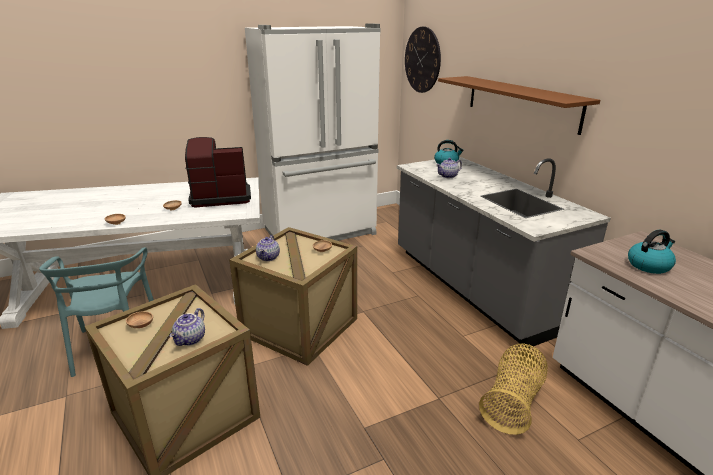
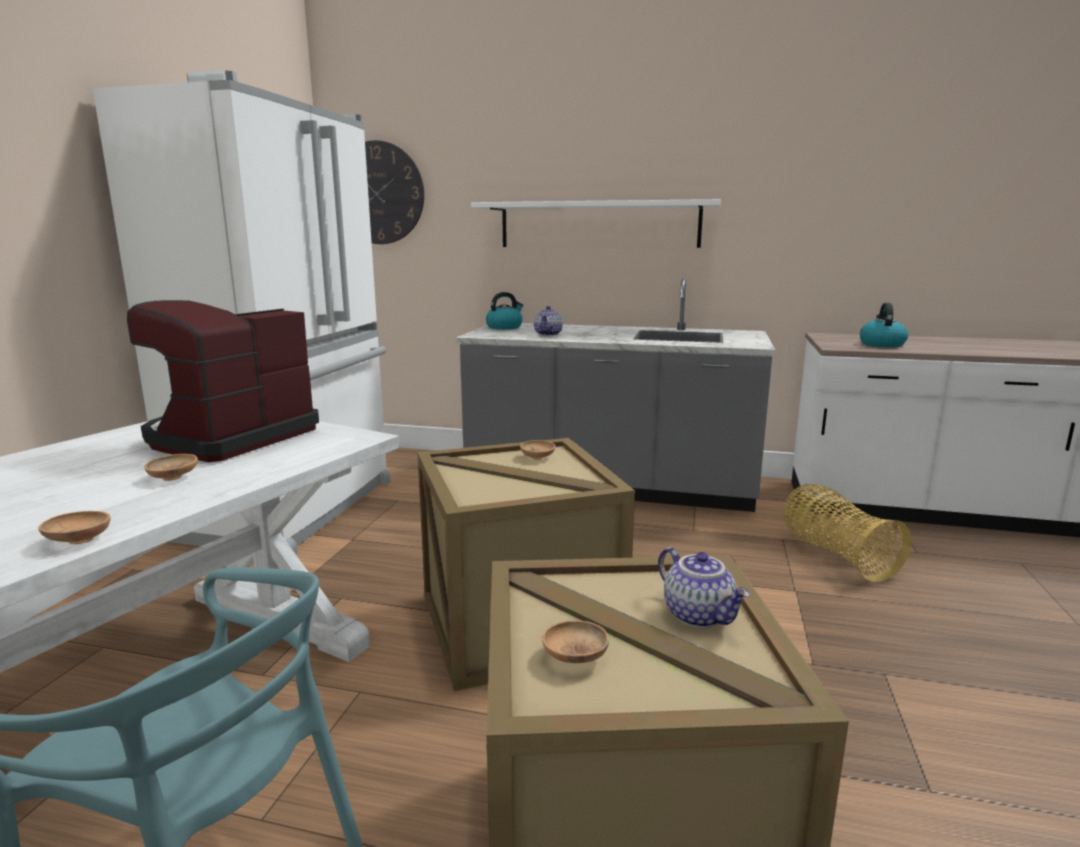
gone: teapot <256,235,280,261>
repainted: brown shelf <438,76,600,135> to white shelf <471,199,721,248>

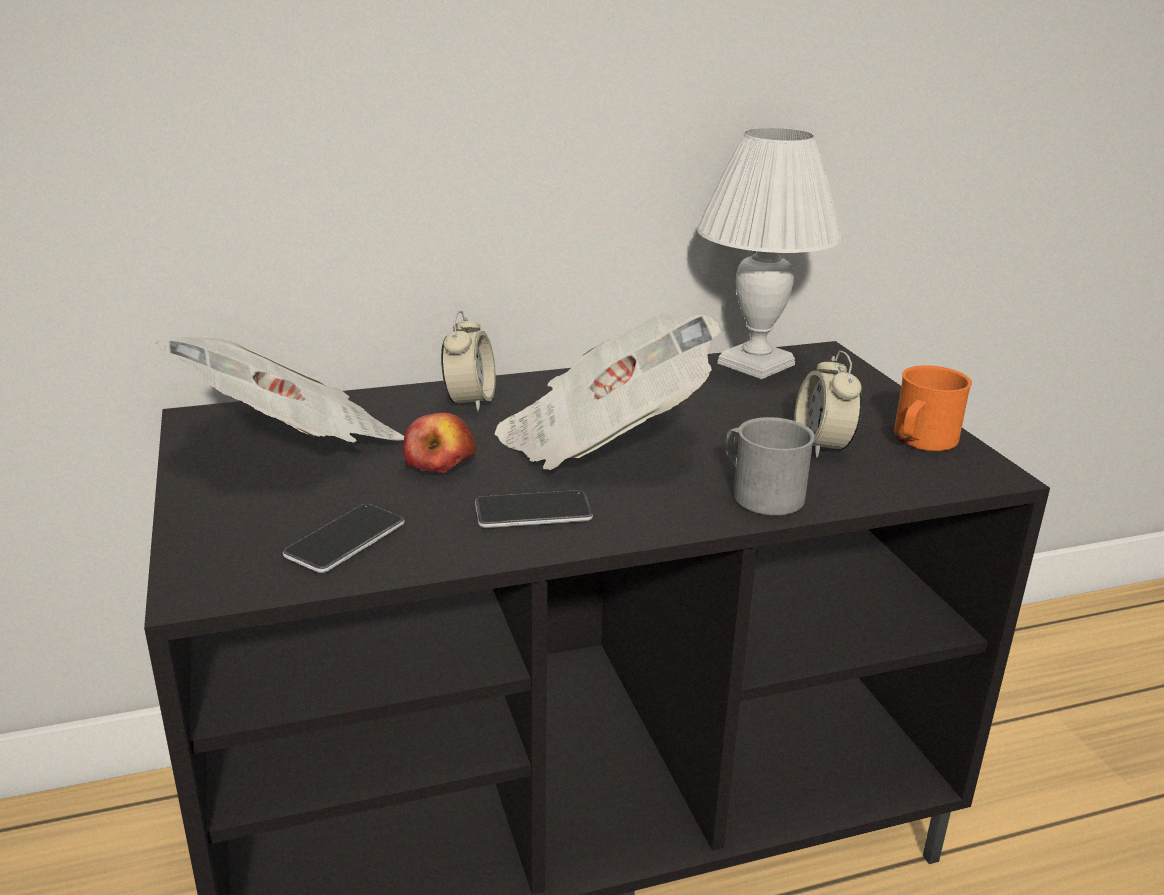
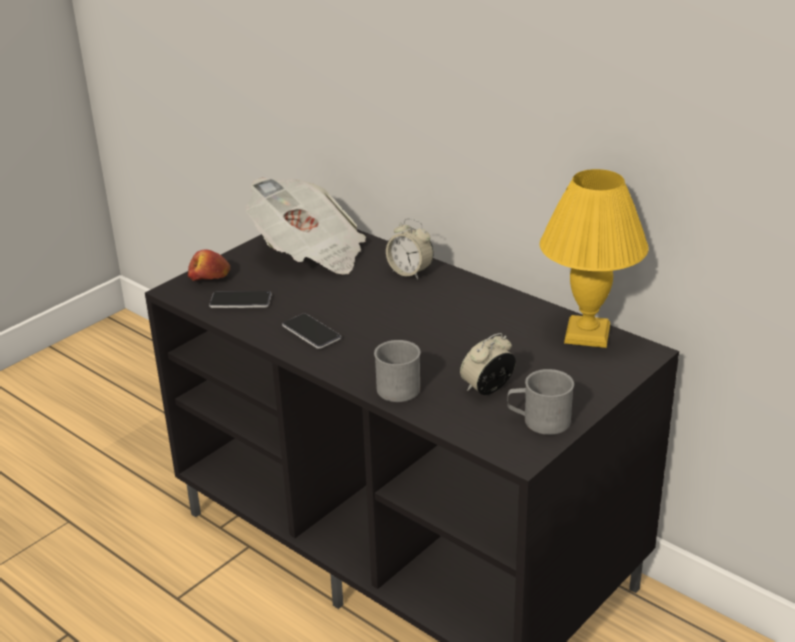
gone: newspaper <495,314,722,470>
shifted: apple <403,413,477,473> to <188,249,230,281>
repainted: white table lamp <697,128,843,379> to yellow table lamp <540,169,649,348>; orange mug <894,365,972,451> to grey mug <507,369,574,435>
rotated: alarm clock <441,311,496,412> = <386,218,433,279> 60 degrees clockwise

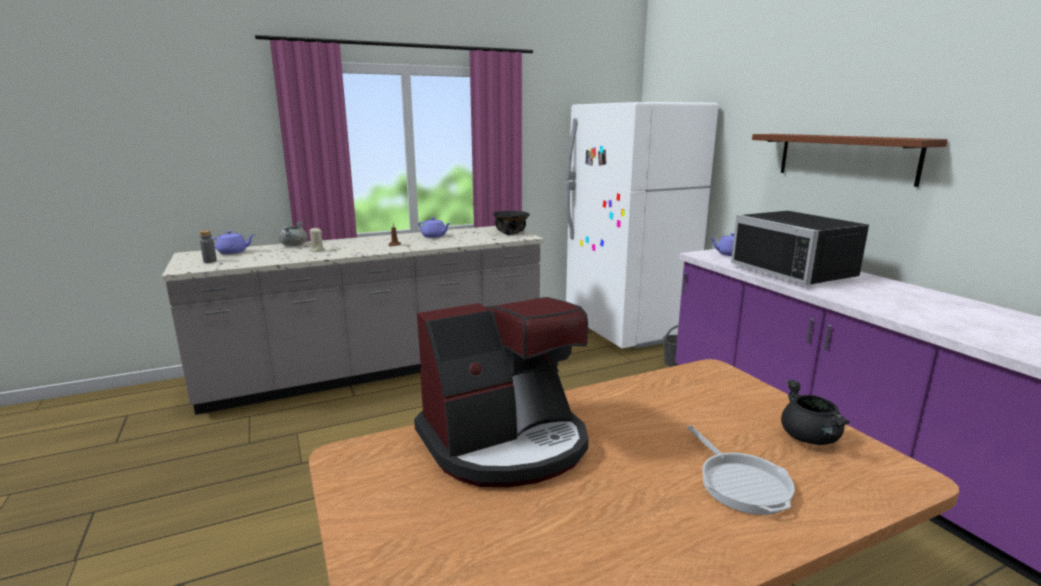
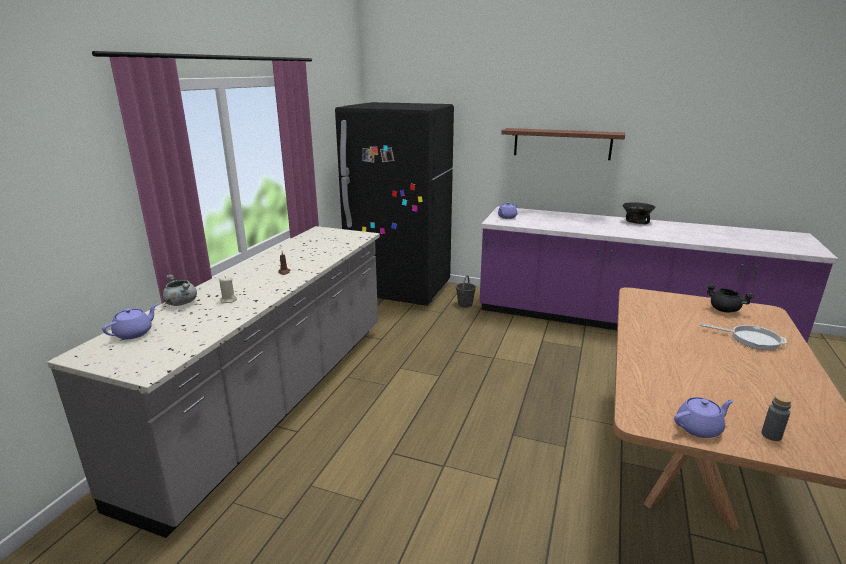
gone: coffee machine <414,297,589,487>; black microwave <731,211,869,285>
shifted: grey bottle <200,230,217,263> to <761,394,792,441>; purple teapot <418,217,451,238> to <674,397,734,438>; black bowl <493,211,530,235> to <622,202,656,224>
repainted: white fridge <565,102,718,349> to black fridge <335,102,454,306>

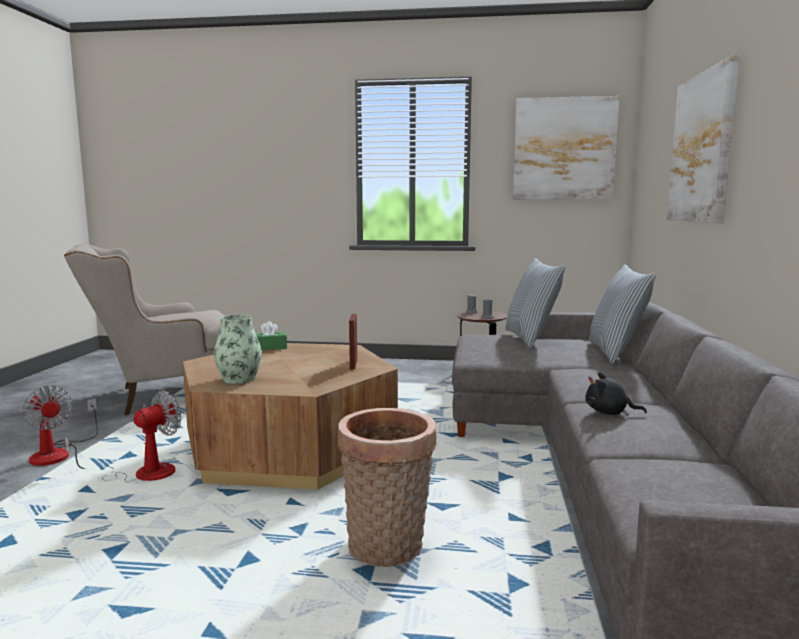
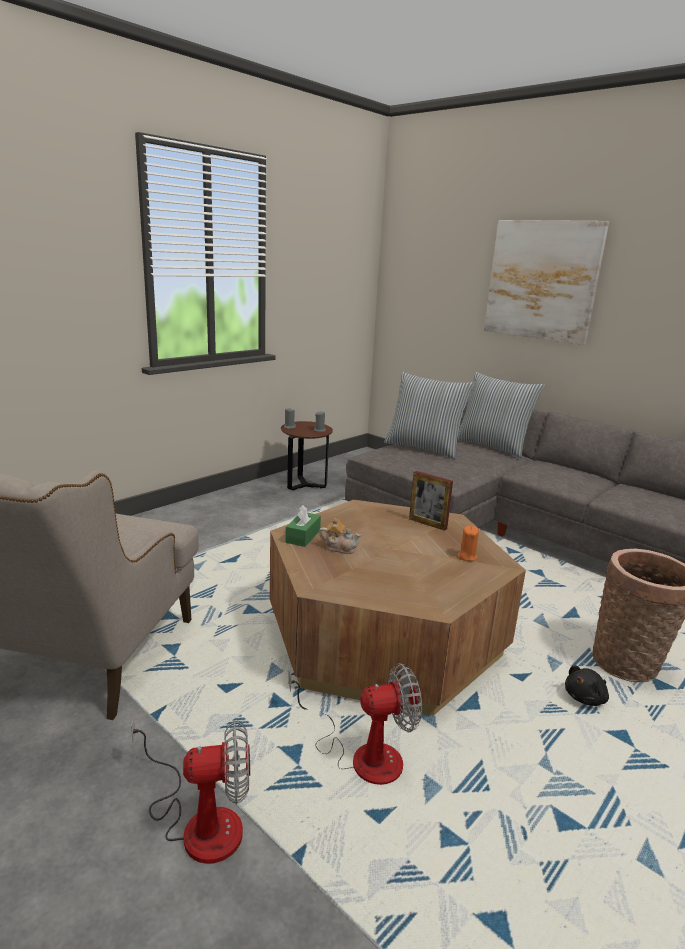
gone: vase <214,315,262,384>; picture <513,96,620,200>
new: teapot <319,518,361,554>; orange candle <457,526,479,561>
shifted: black plush toy <585,372,647,416> to <565,665,609,706>
rotated: fan <64,390,181,482> = <289,663,422,785> 90 degrees clockwise

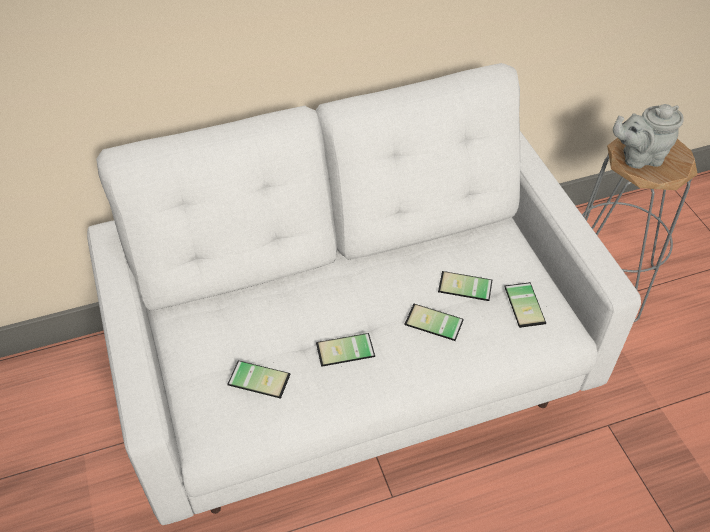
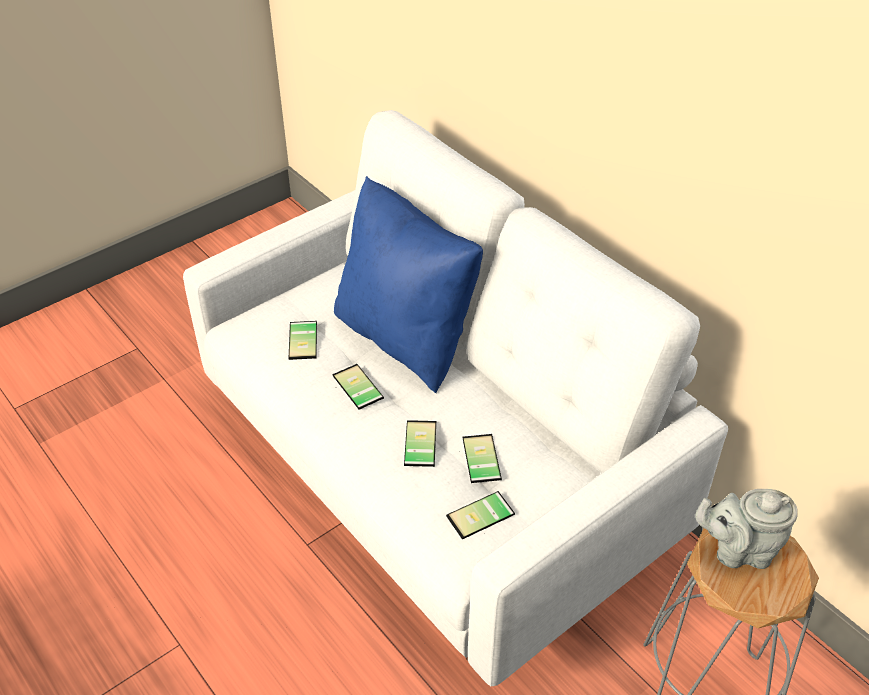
new: blue pillow <334,176,483,393>
rotated: grey teapot <613,104,684,169> = <695,489,797,569> 60 degrees counterclockwise

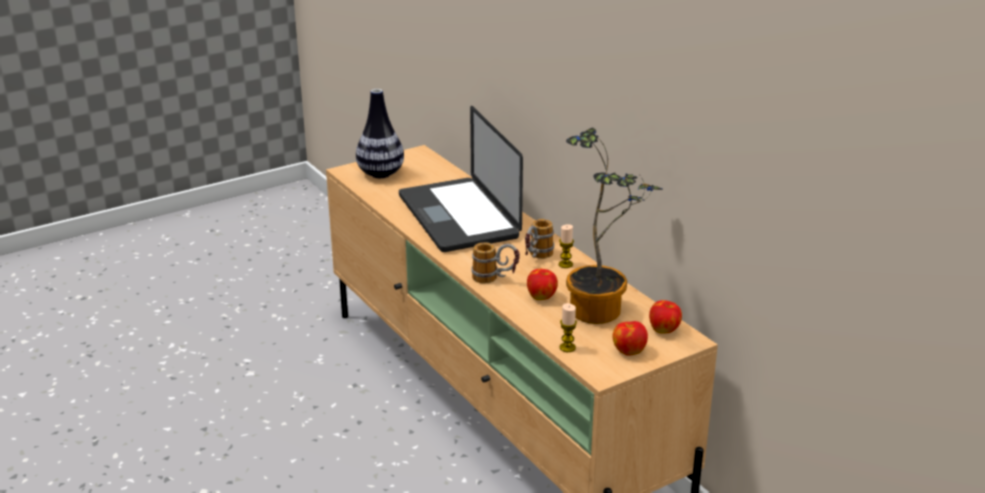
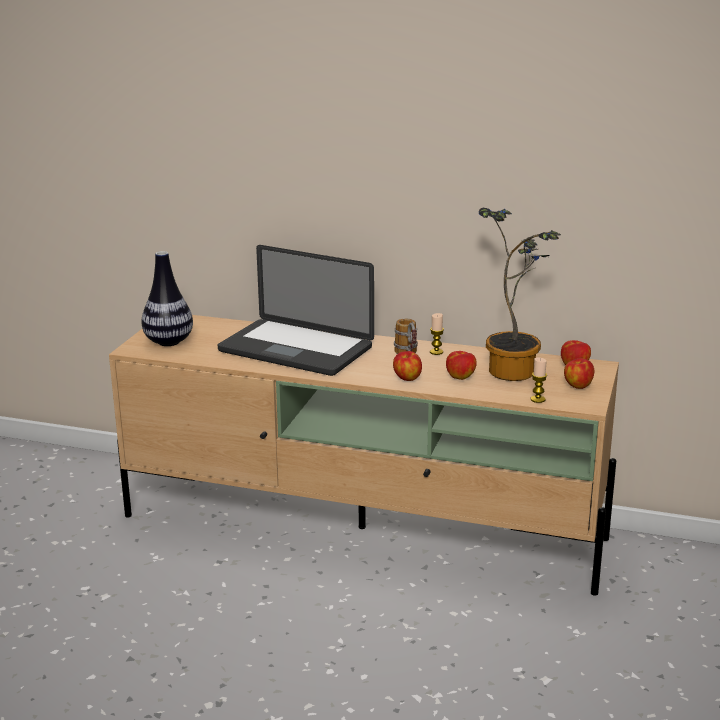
swapped: mug <471,242,520,284> to apple <393,351,422,381>

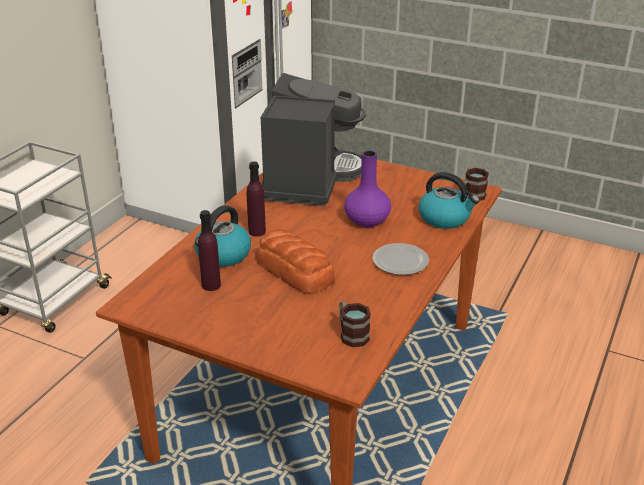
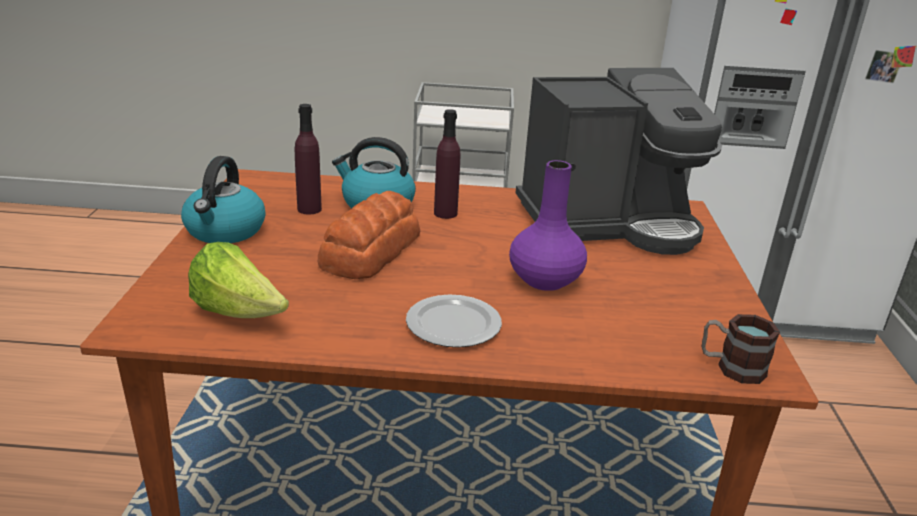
shifted: kettle <419,172,479,229> to <181,156,265,243>
swapped: mug <339,301,371,347> to lettuce <188,242,289,318>

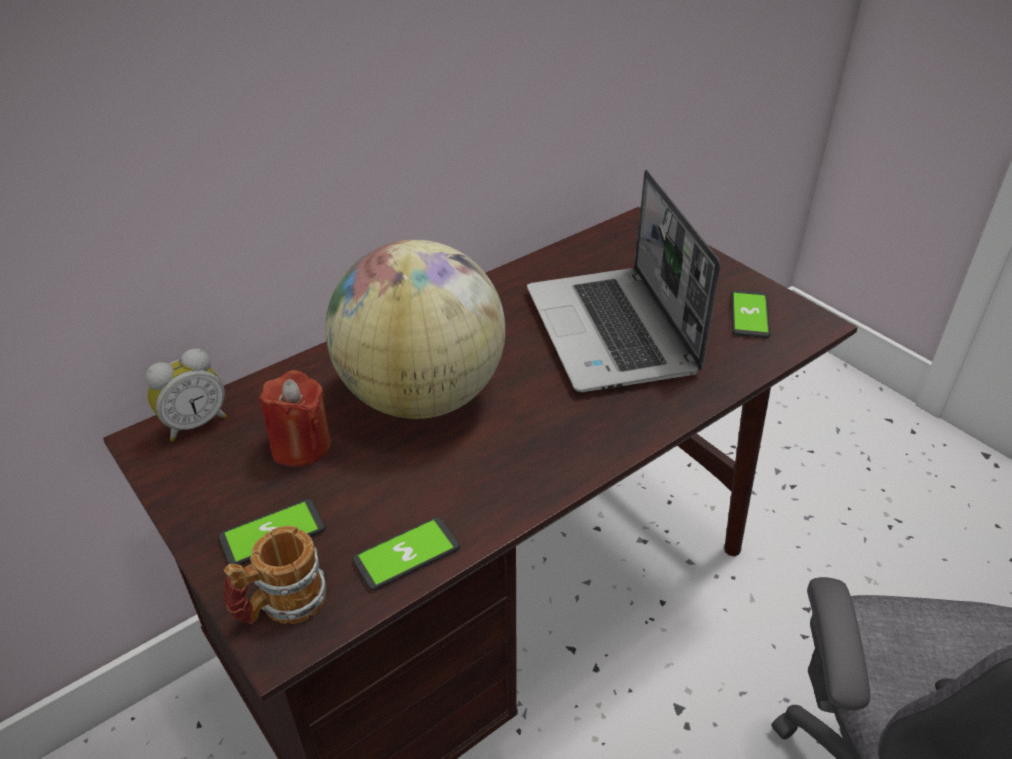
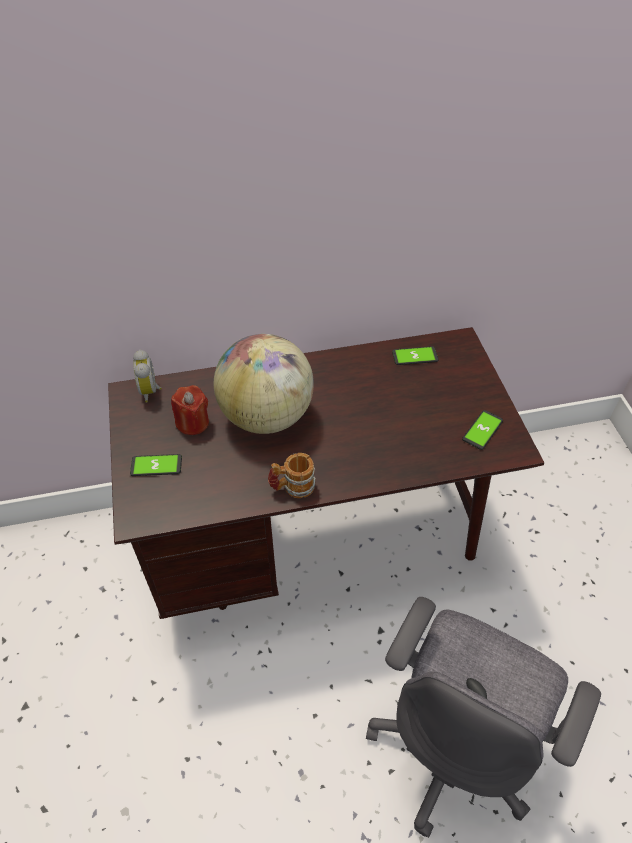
gone: laptop <527,170,720,392>
shifted: mug <224,526,326,624> to <268,453,316,498>; phone <352,517,460,590> to <392,346,439,365>
rotated: alarm clock <145,348,227,441> = <133,350,162,403> 90 degrees clockwise

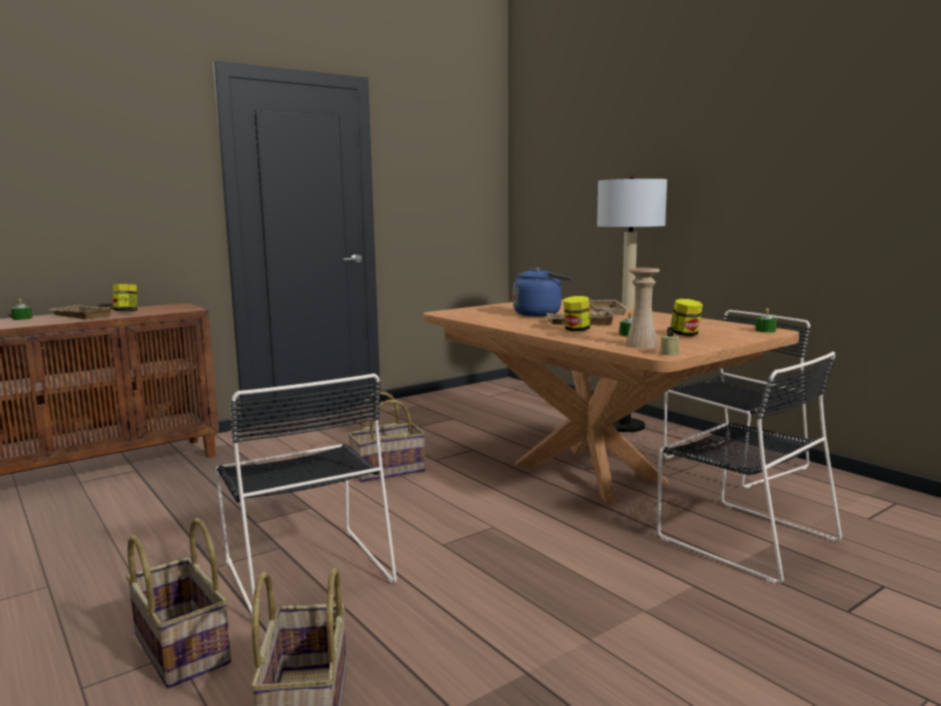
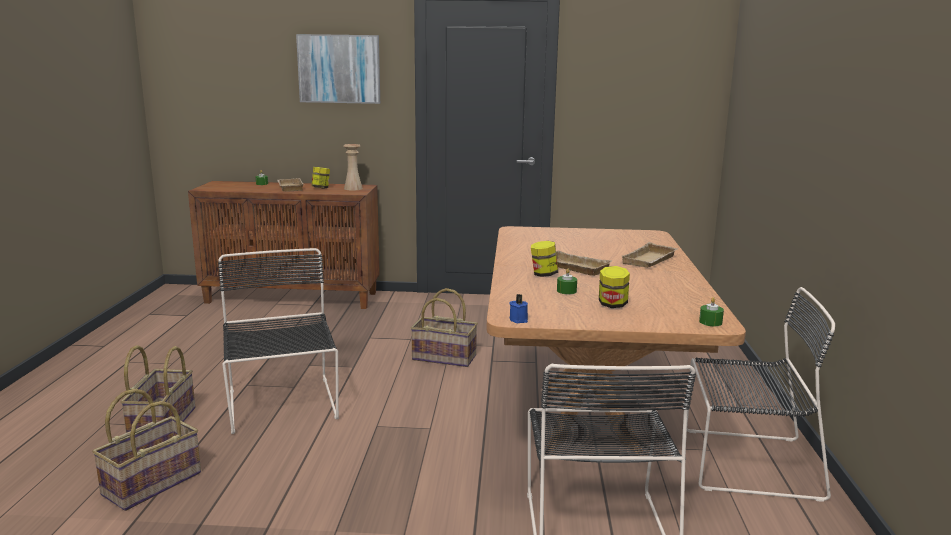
gone: blue kettle <513,267,570,316>; floor lamp <597,176,667,432>
new: picture <296,34,380,104>
shifted: beige vase <625,268,660,348> to <343,144,363,190>
repainted: beige candle <659,327,680,356> to blue candle <509,294,528,323>
rotated: black chair <215,373,397,619> = <218,248,339,434> 150 degrees clockwise

